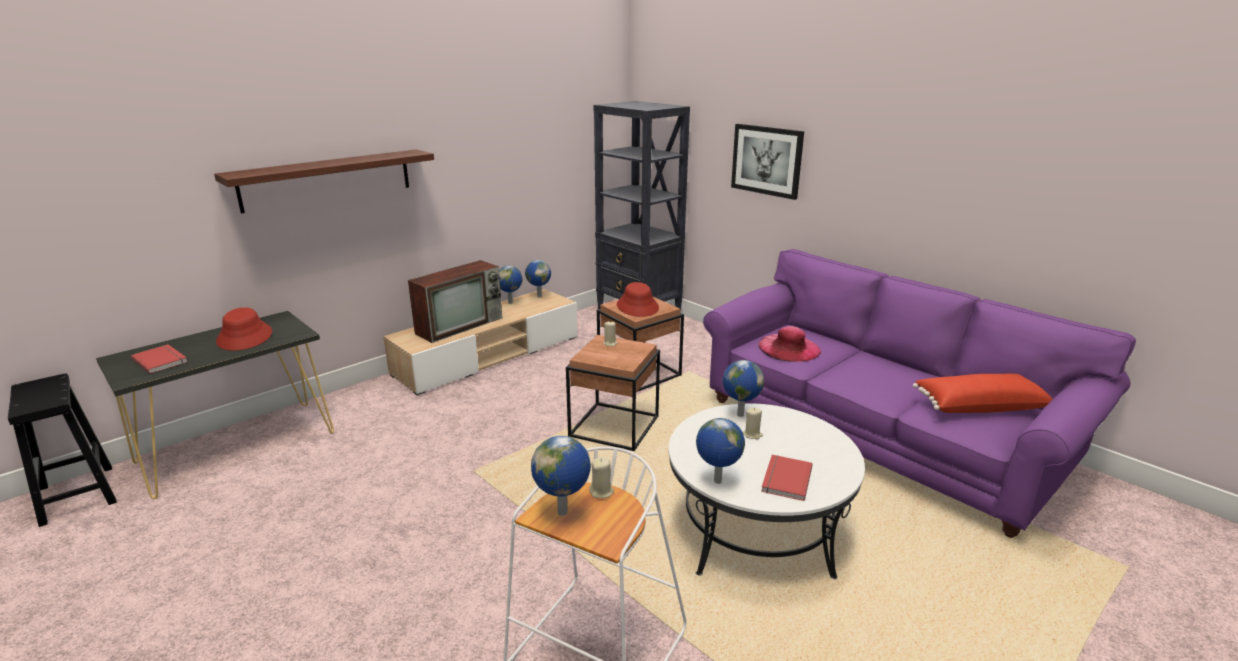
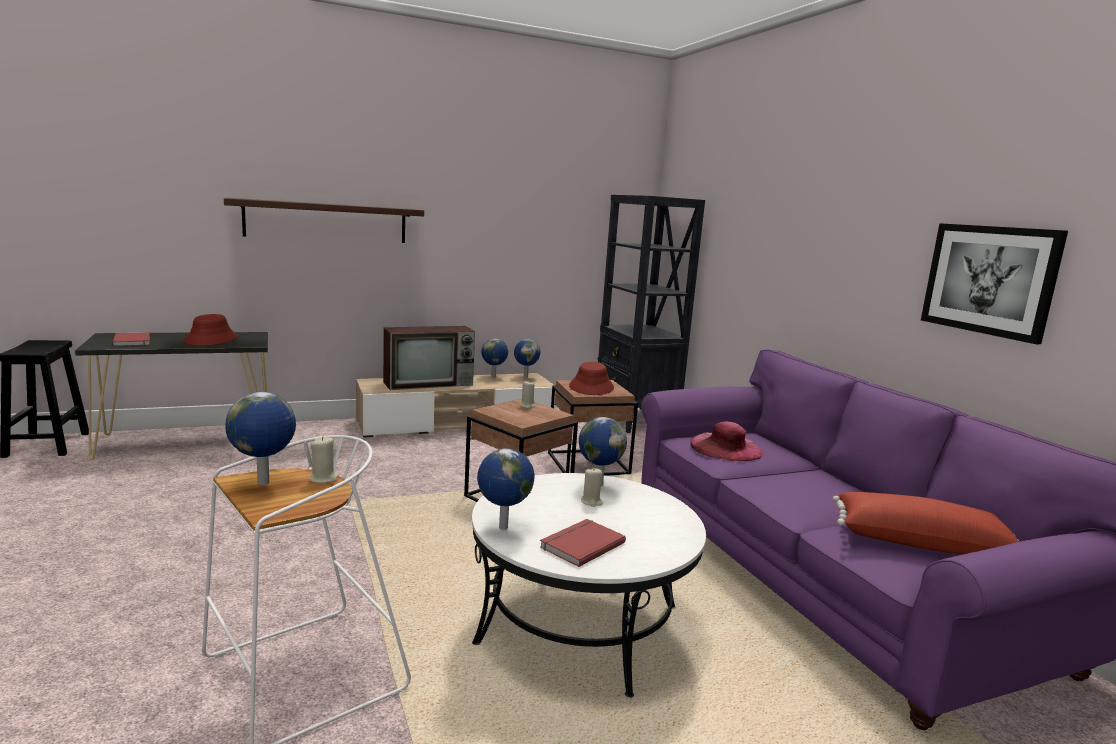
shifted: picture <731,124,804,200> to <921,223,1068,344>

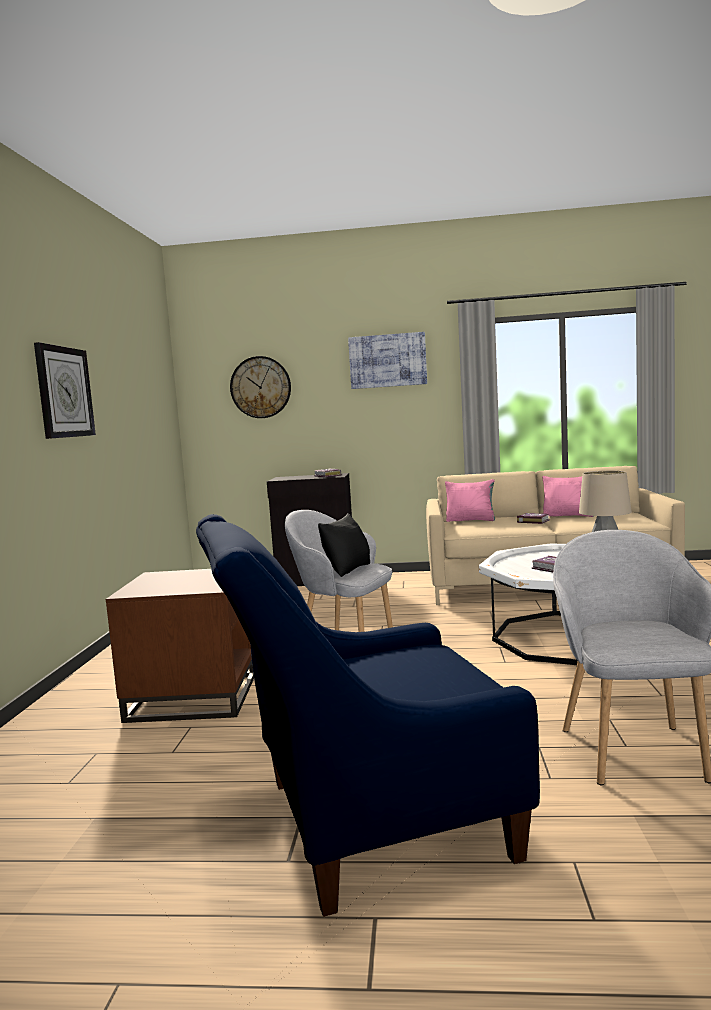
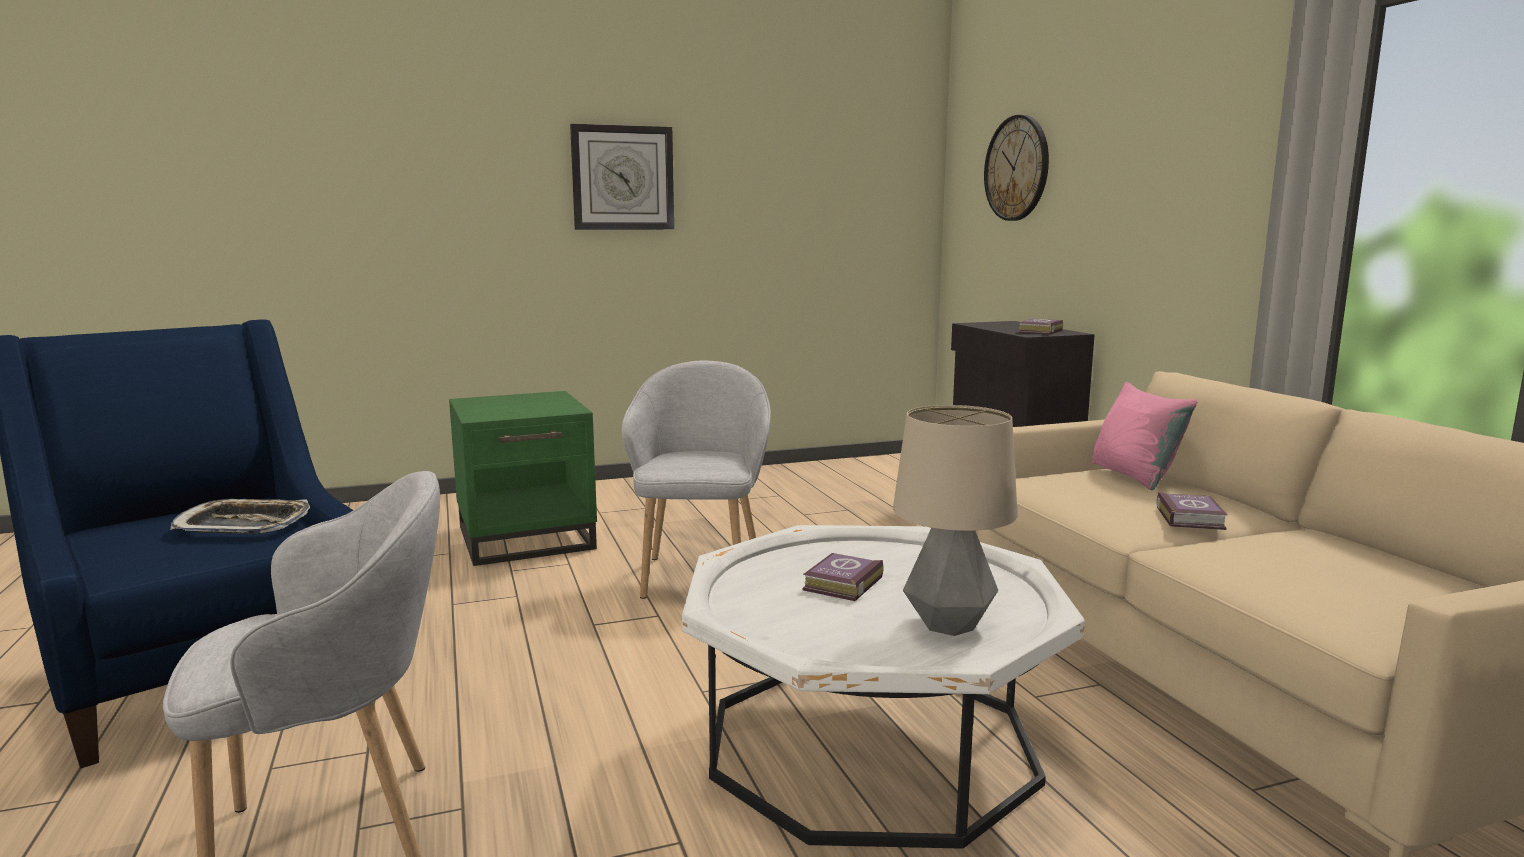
gone: black pillow <318,513,370,577>; picture <348,332,427,389>; pink pillow <542,476,594,517>
new: tray <170,499,310,534>
repainted: brown side table <106,569,254,723> to green side table <449,391,597,566>

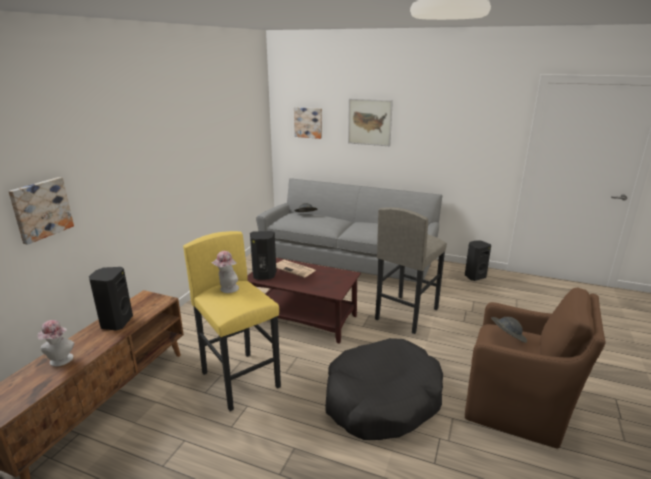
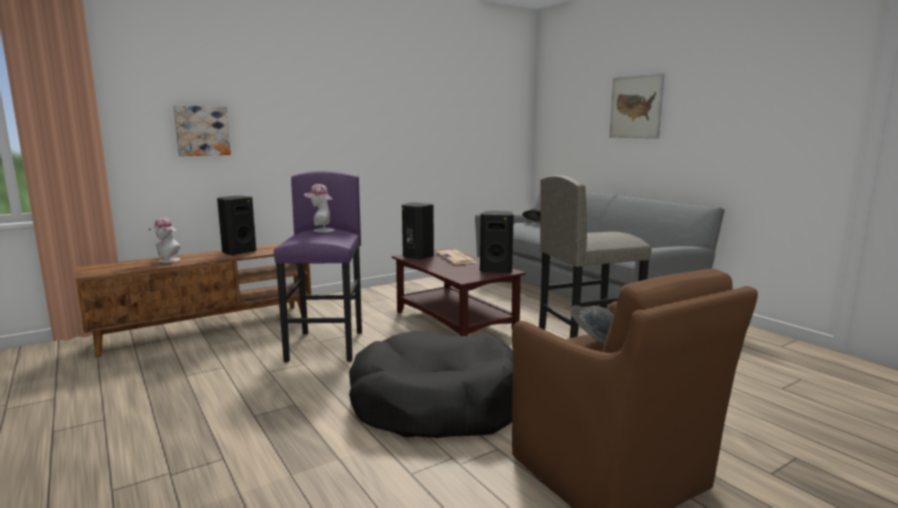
gone: picture <294,107,322,139>
shifted: black speaker <465,240,491,281> to <480,211,514,274>
repainted: yellow stool <183,231,281,411> to purple stool <274,171,362,363>

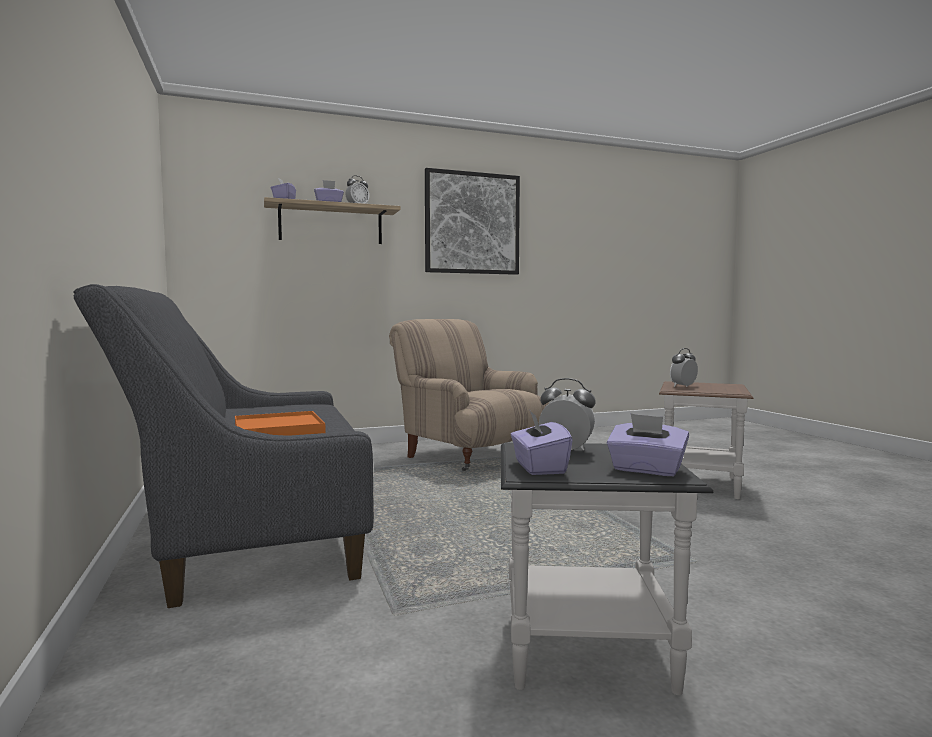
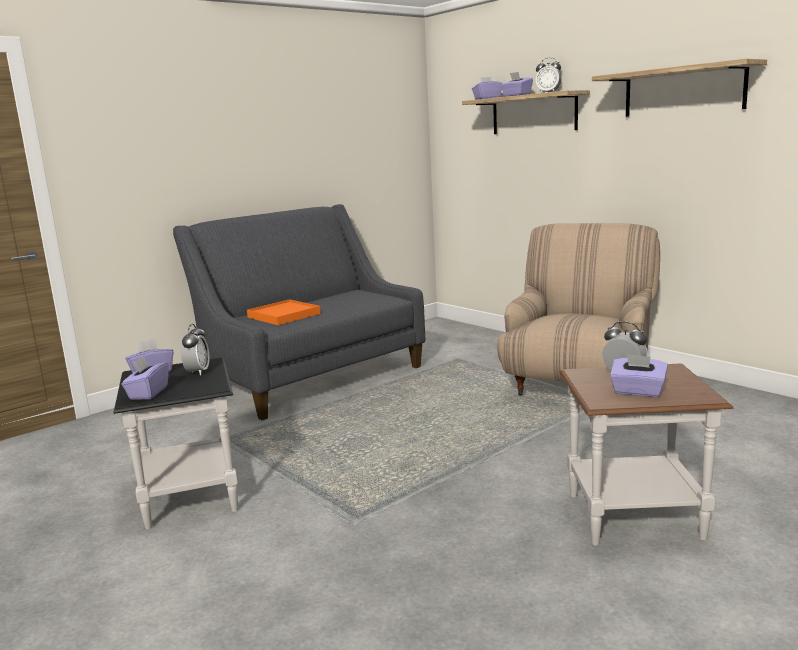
new: purple tissue box <610,354,668,397>
swapped: picture <425,168,520,275> to shelf <592,58,767,117>

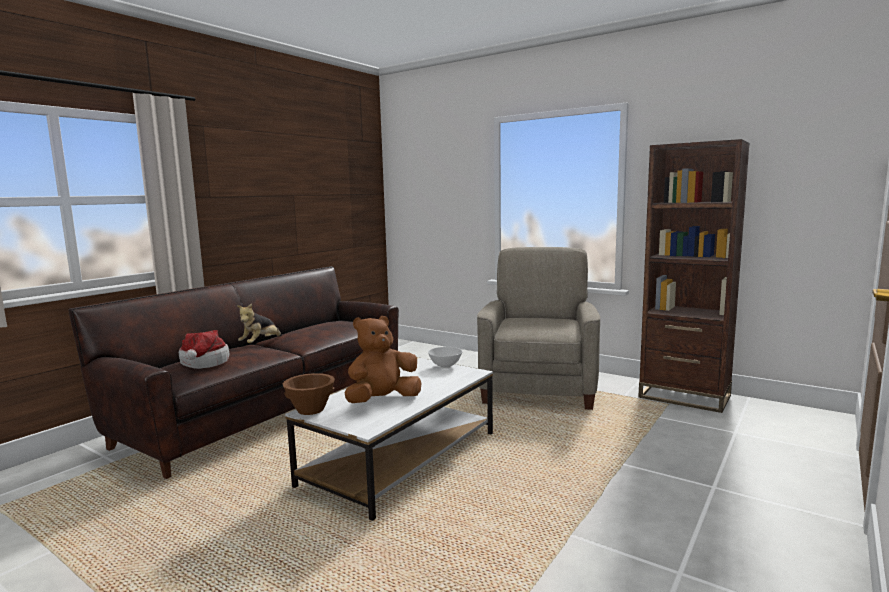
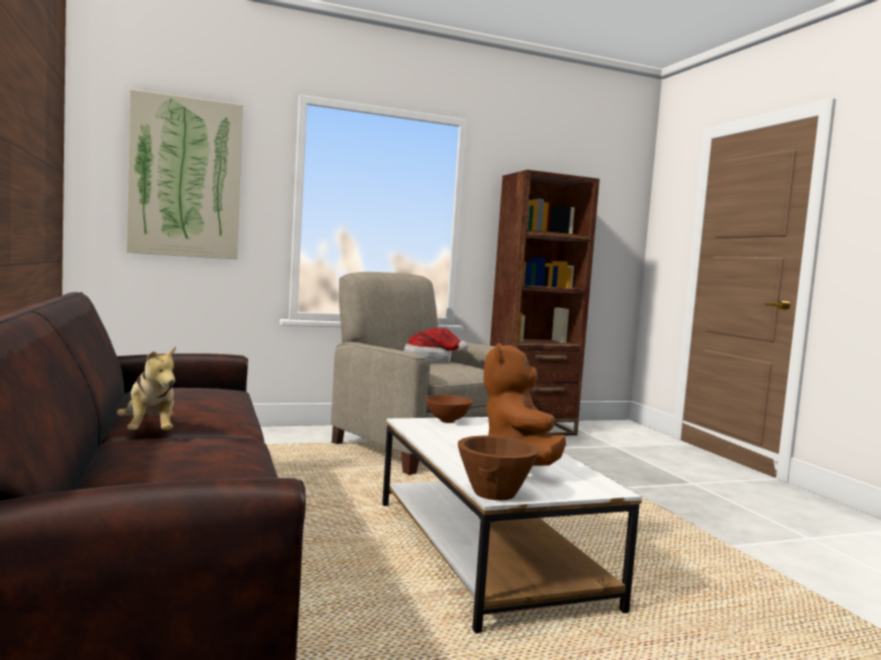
new: picture <126,89,243,259>
shifted: hat <179,330,230,369> to <404,328,468,363>
repainted: white bowl <428,347,462,369> to brown bowl <425,395,473,423>

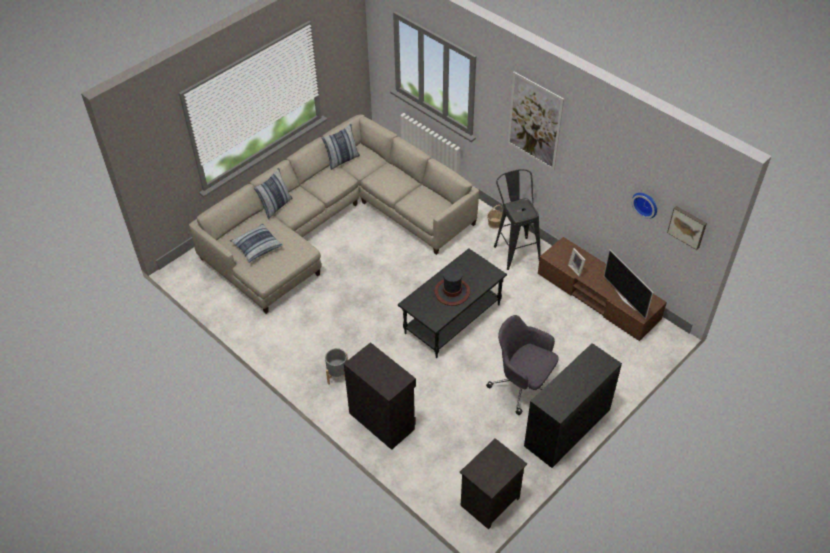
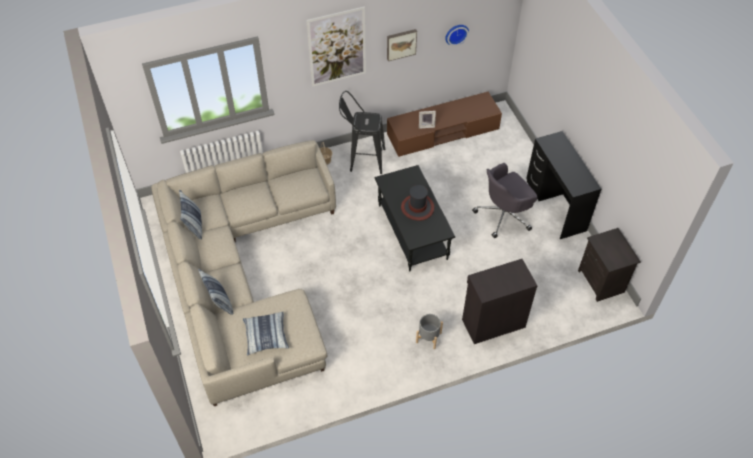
gone: television <604,249,653,319>
shifted: picture <667,206,707,250> to <387,29,417,61>

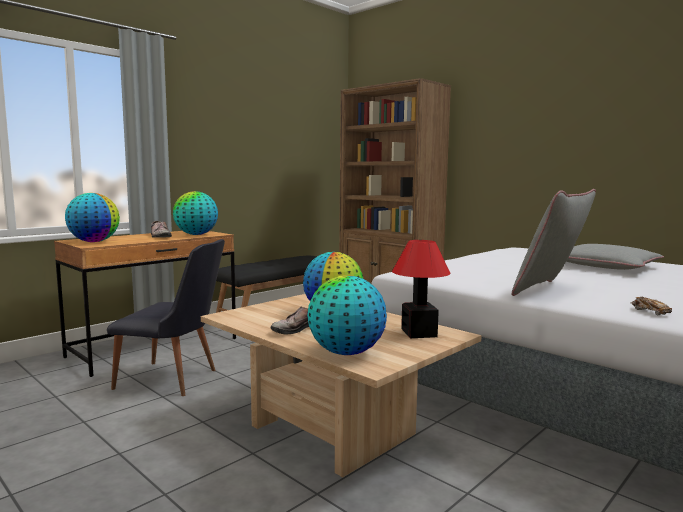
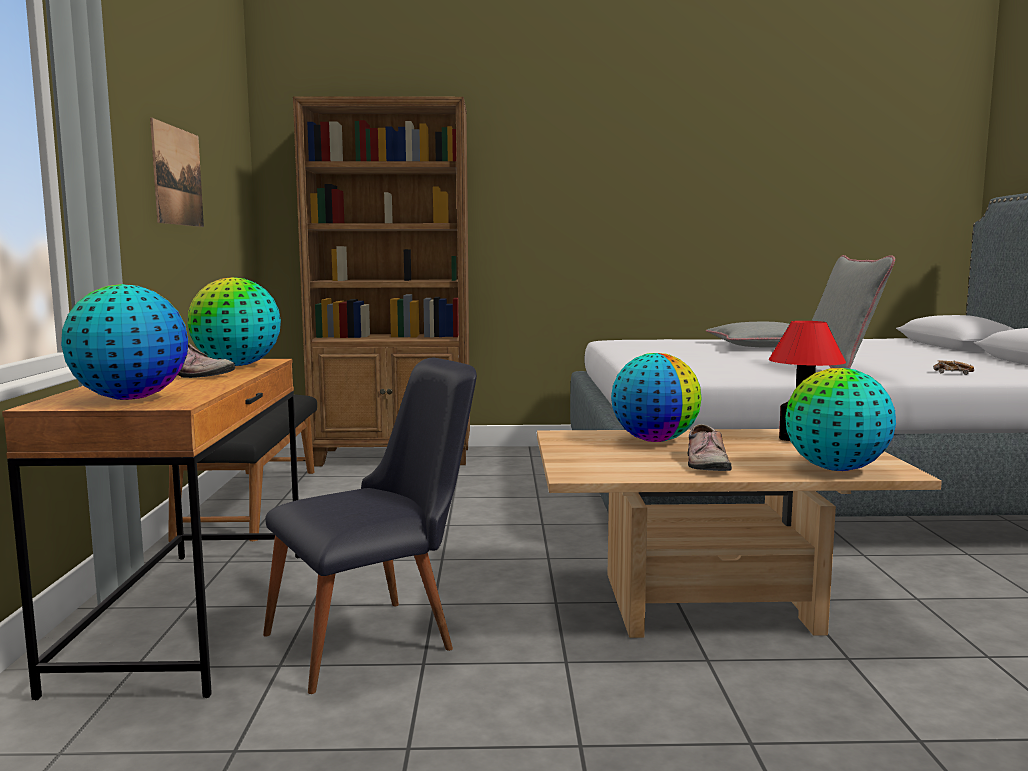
new: picture <150,118,204,227>

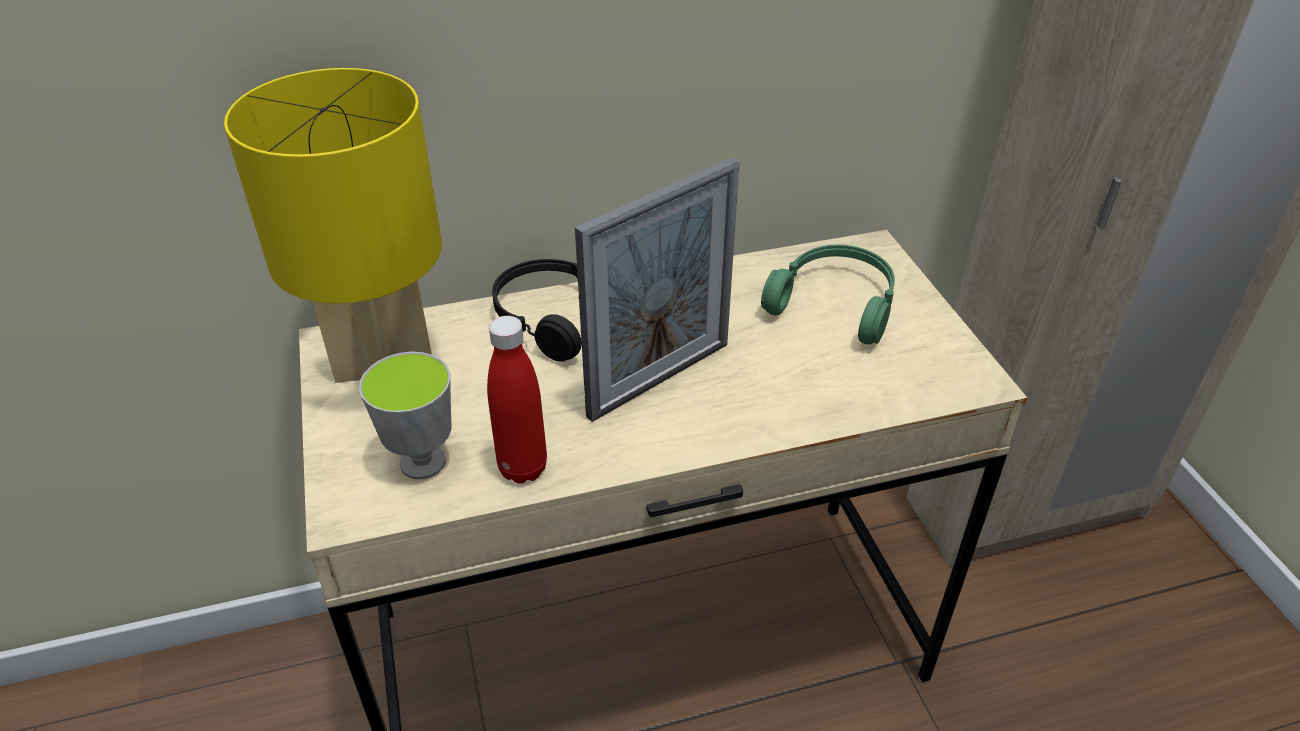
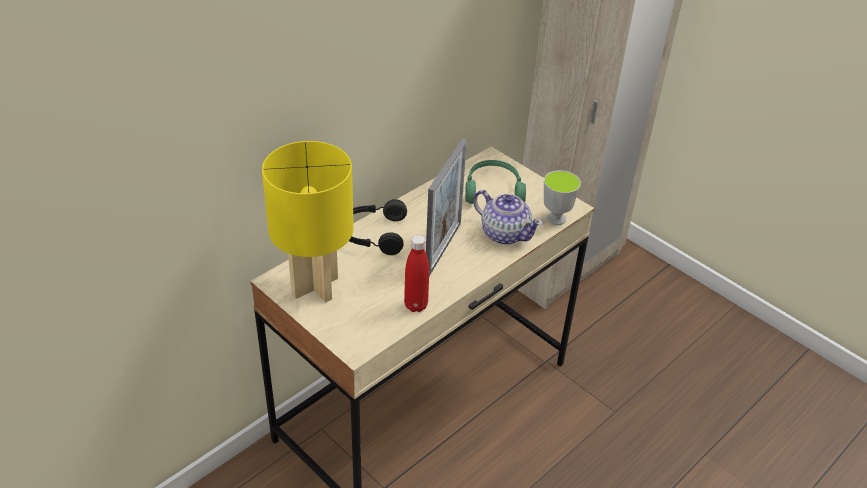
new: teapot <473,190,543,245>
shifted: cup <359,352,451,479> to <544,170,581,225>

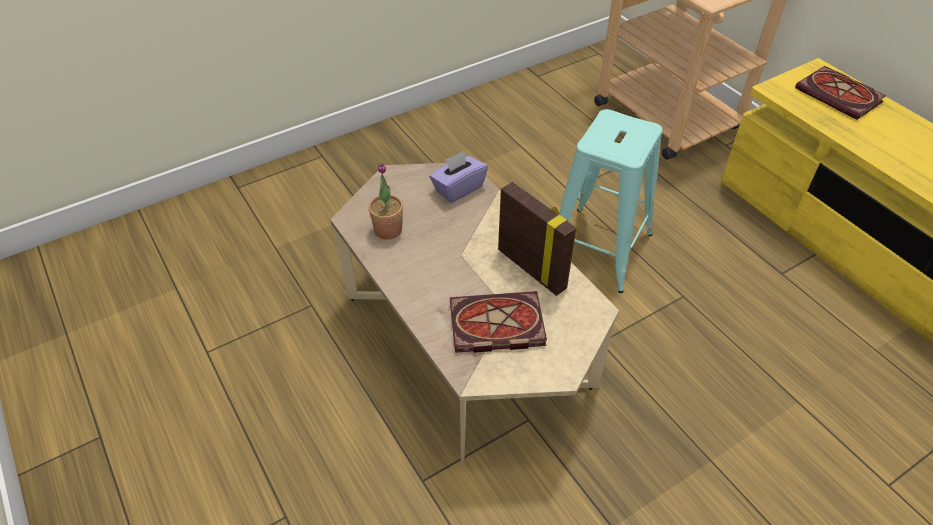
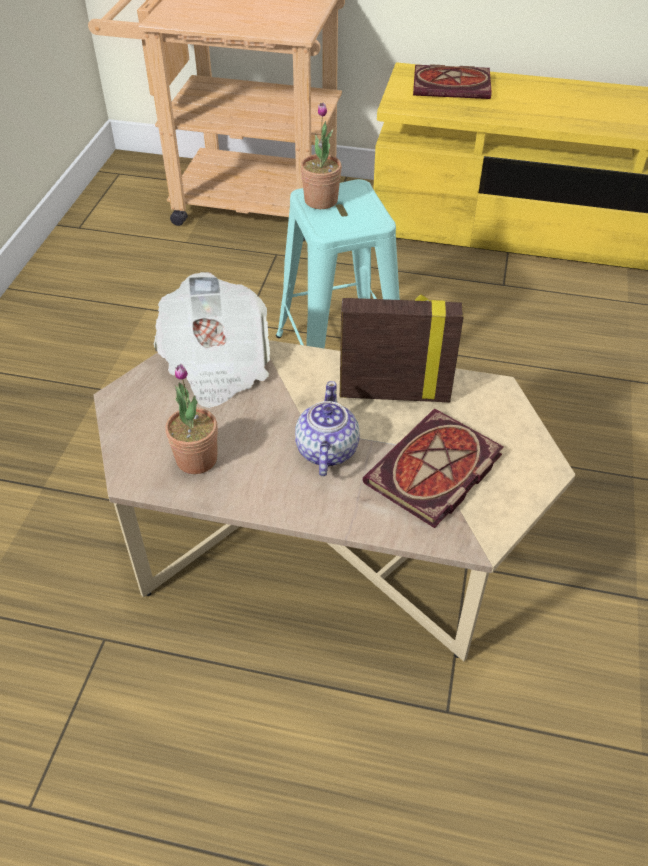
new: teapot <295,381,360,476>; potted plant <300,103,342,209>
swapped: purple tissue box <429,151,488,203> to newspaper <154,272,270,408>

